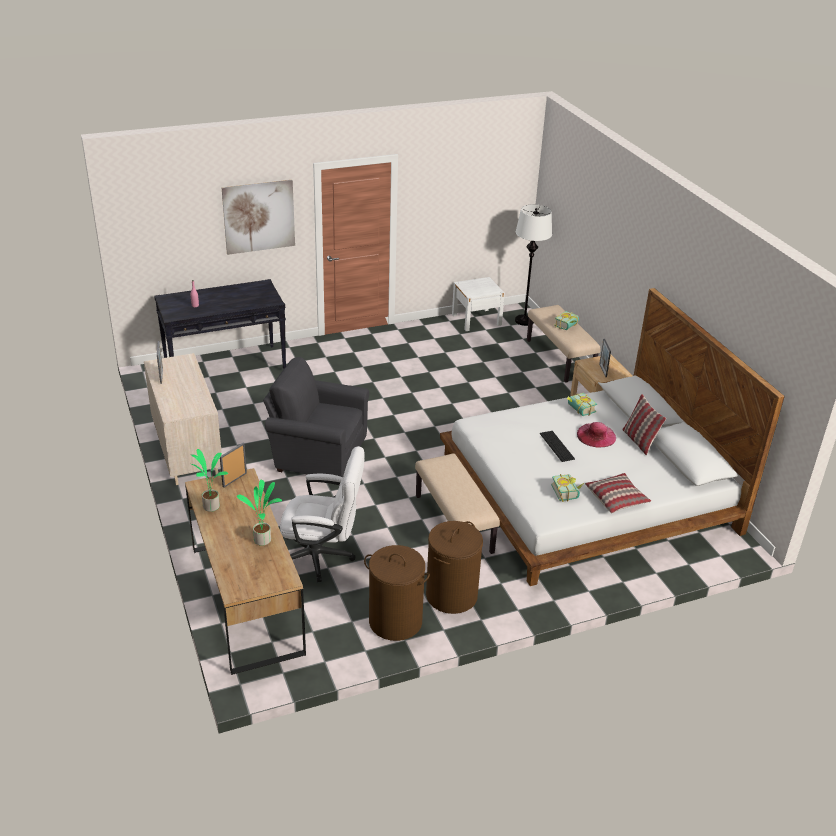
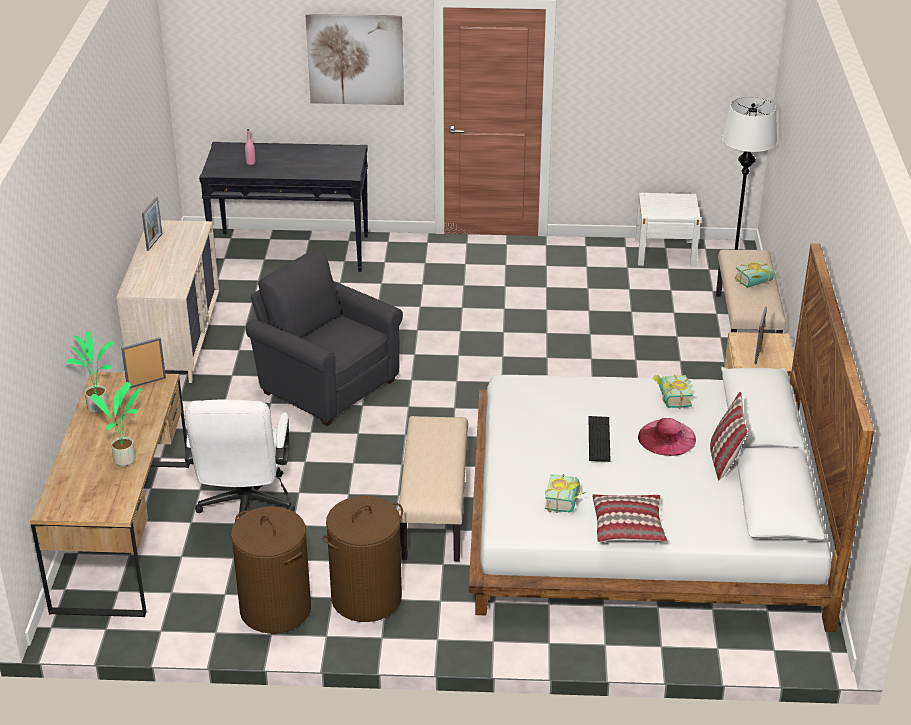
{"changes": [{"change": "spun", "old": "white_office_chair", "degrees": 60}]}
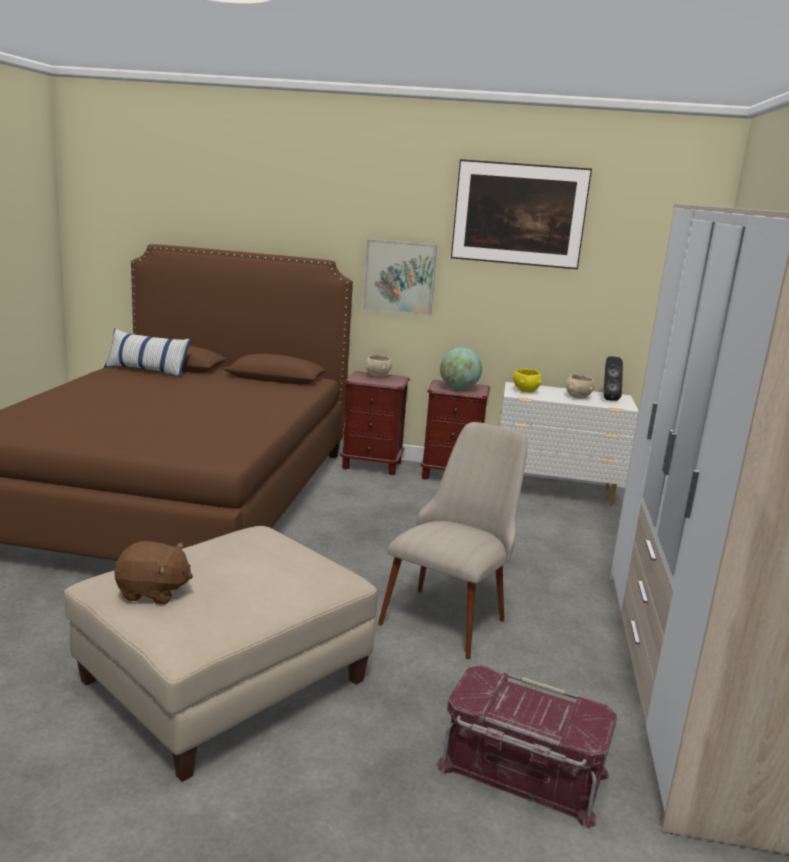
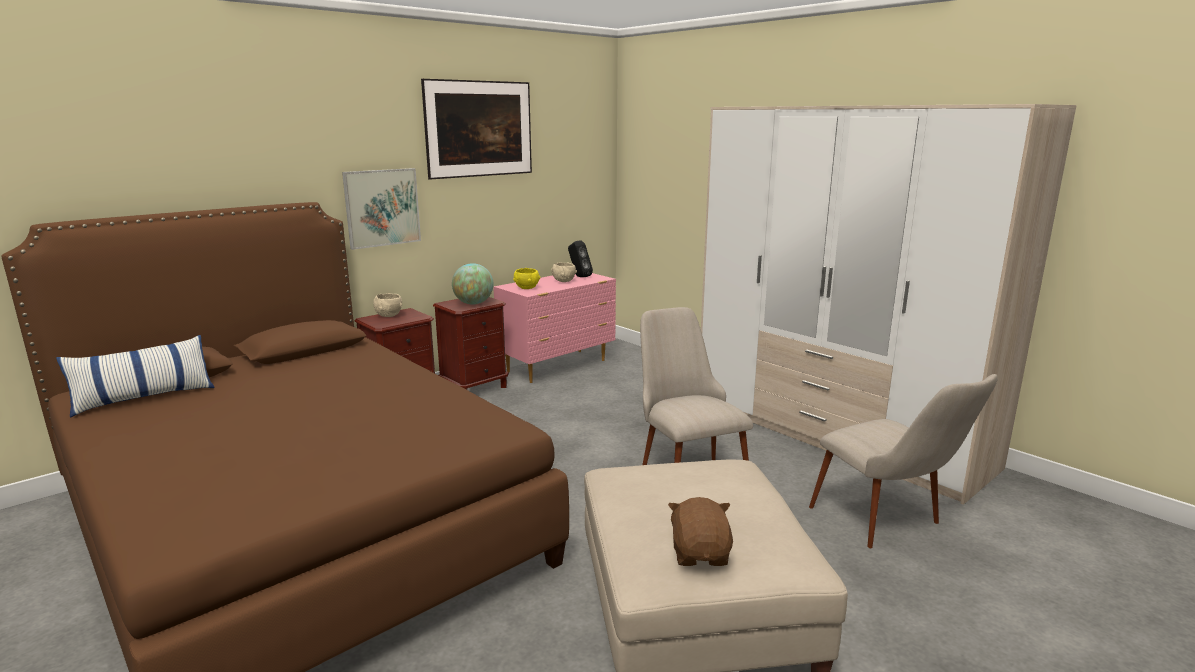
{"changes": [{"change": "colour", "old": "white_dresser", "new": "pink_dresser"}, {"change": "spun", "old": "brown_plush_toy", "degrees": -45}, {"change": "exchanged", "old": "red_storage_box", "new": "beige_chair (no. 2 from left)"}]}
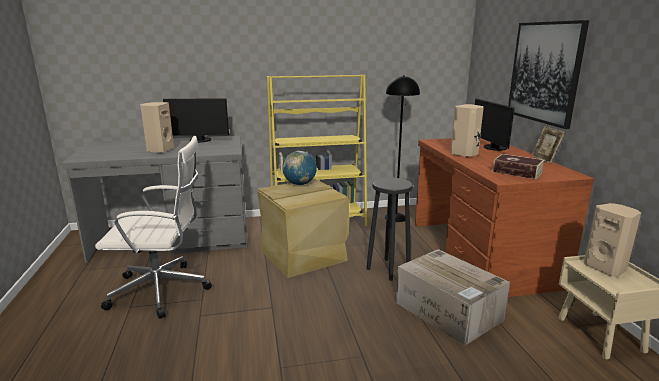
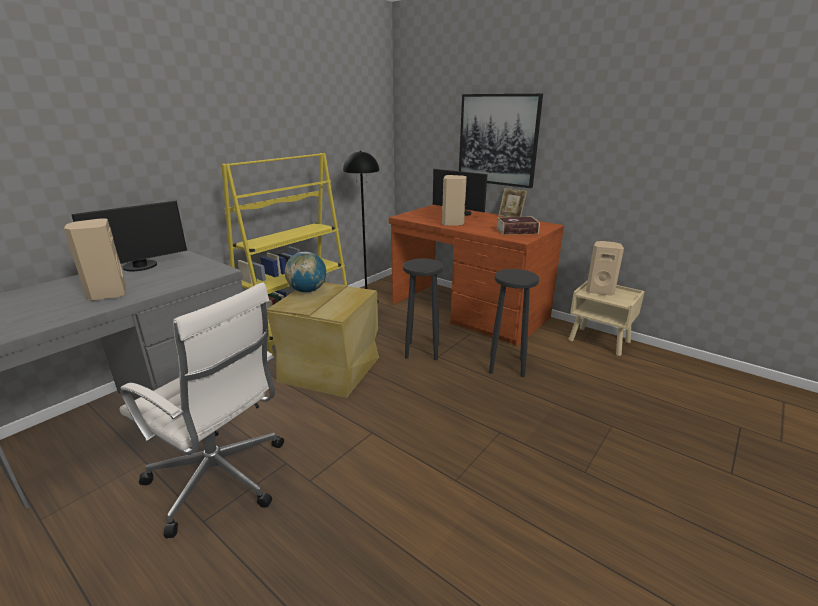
{"changes": [{"change": "spun", "old": "white_office_chair", "degrees": 75}, {"change": "exchanged", "old": "cardboard_box", "new": "black_stool (no. 2 from left)"}]}
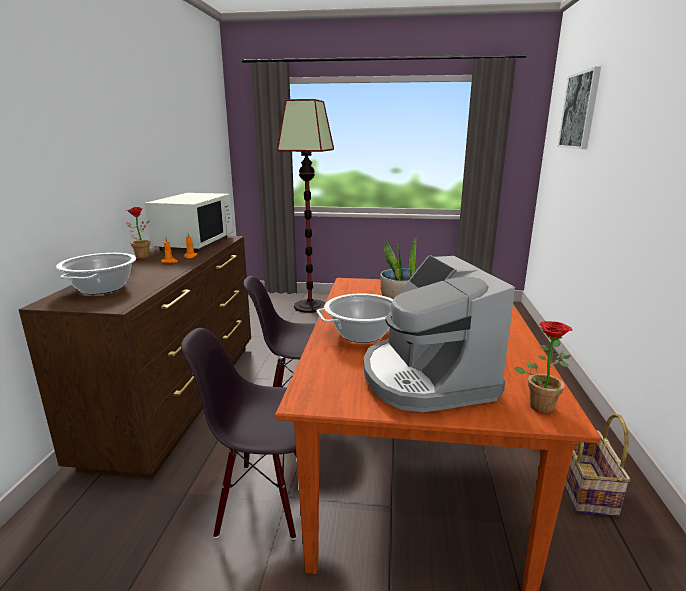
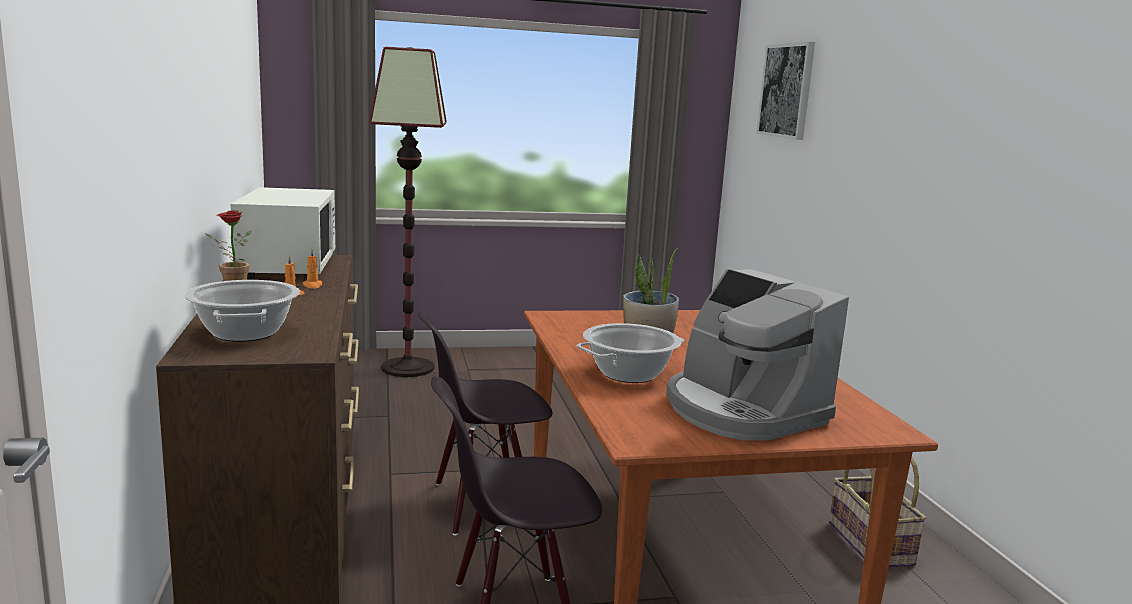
{"changes": [{"change": "missing", "old": "potted_plant (no. 3 from left)"}]}
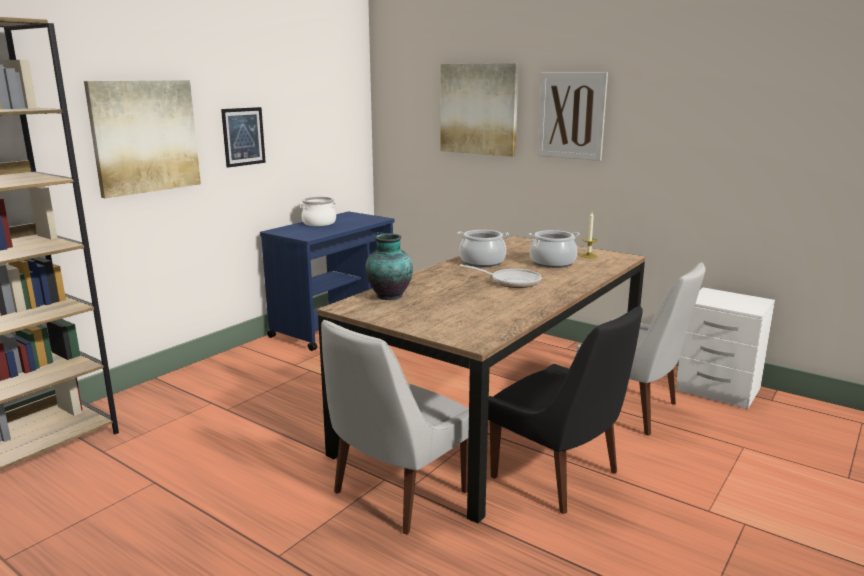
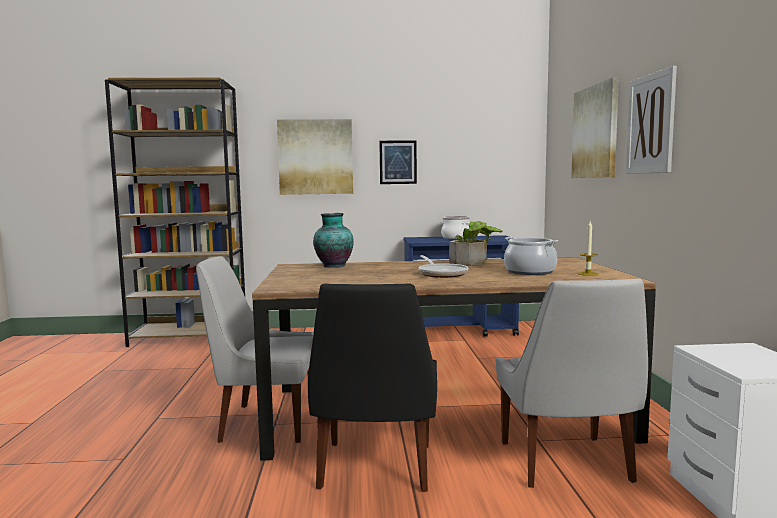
{"changes": [{"change": "exchanged", "old": "cooking_pot (no. 2 from left)", "new": "potted_plant"}]}
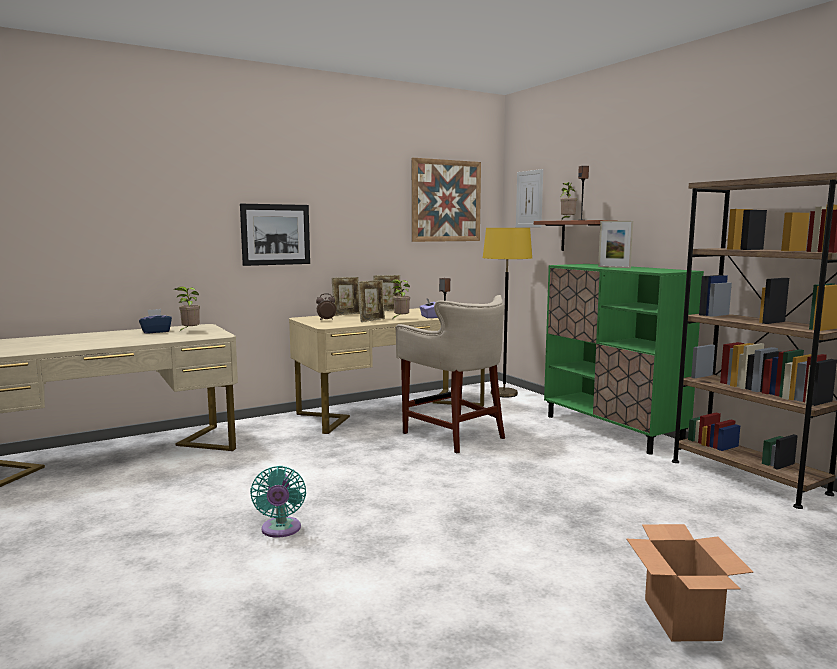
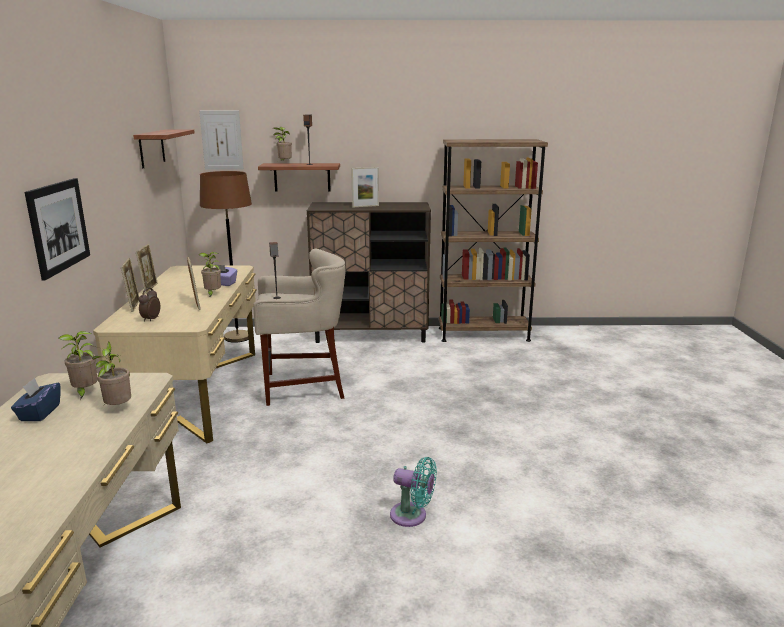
{"changes": [{"change": "exchanged", "old": "picture (no. 2 from left)", "new": "shelf (no. 1 from left)"}, {"change": "colour", "old": "yellow_floor_lamp", "new": "brown_floor_lamp"}, {"change": "colour", "old": "green_cabinet", "new": "brown_cabinet"}, {"change": "missing", "old": "cardboard_box"}, {"change": "appeared", "new": "potted_plant (no. 2 from left)"}]}
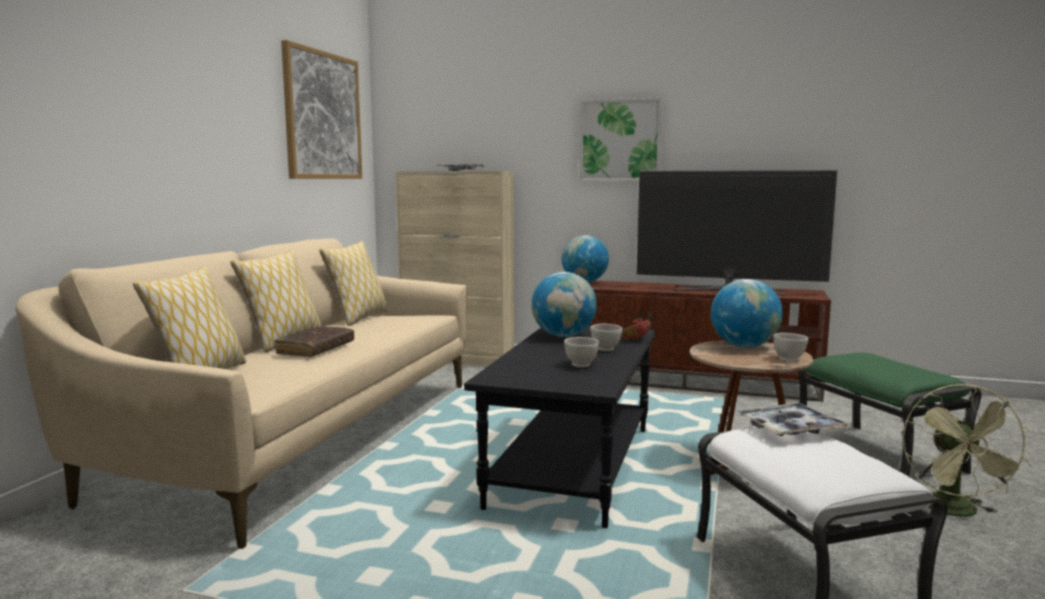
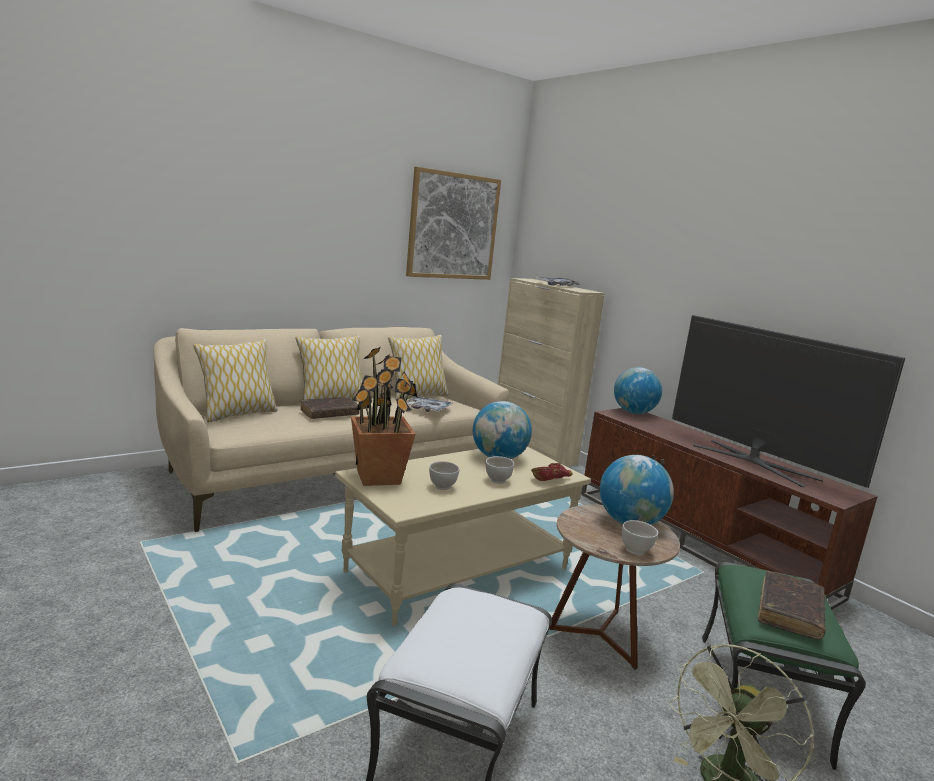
{"changes": [{"change": "missing", "old": "picture (no. 2 from left)"}, {"change": "colour", "old": "black_coffee_table", "new": "beige_coffee_table"}, {"change": "relocated", "old": "tray (no. 2 from left in the first image)", "new": "tray (no. 1 from left)"}, {"change": "appeared", "new": "potted_plant"}, {"change": "appeared", "new": "brown_book (no. 2 from left)"}]}
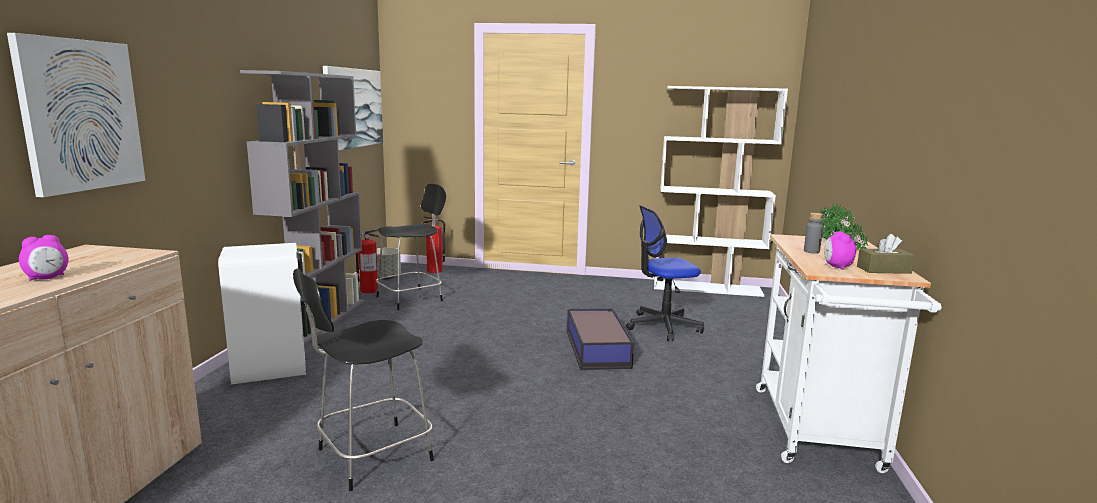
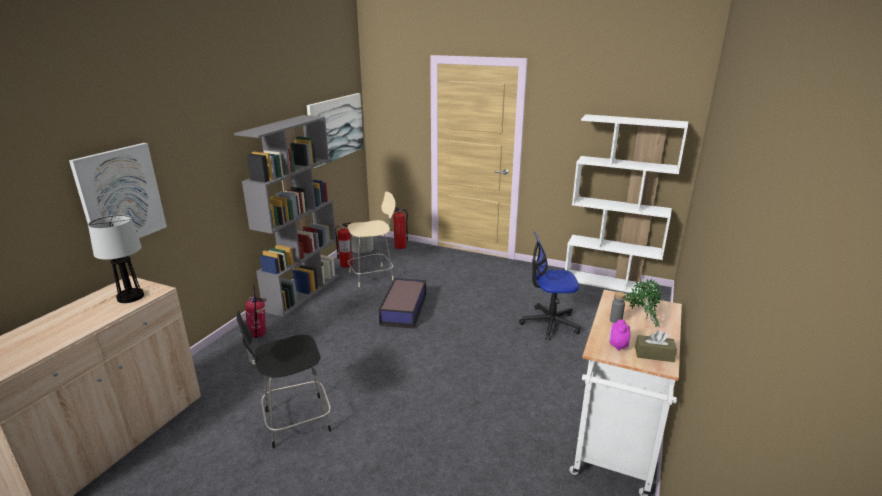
{"changes": [{"change": "colour", "old": "black_chair (no. 2 from left)", "new": "beige_chair"}, {"change": "missing", "old": "alarm_clock (no. 1 from left)"}, {"change": "exchanged", "old": "white_trash_can", "new": "fire_extinguisher (no. 1 from left)"}, {"change": "relocated", "old": "storage_box"}, {"change": "appeared", "new": "table_lamp"}]}
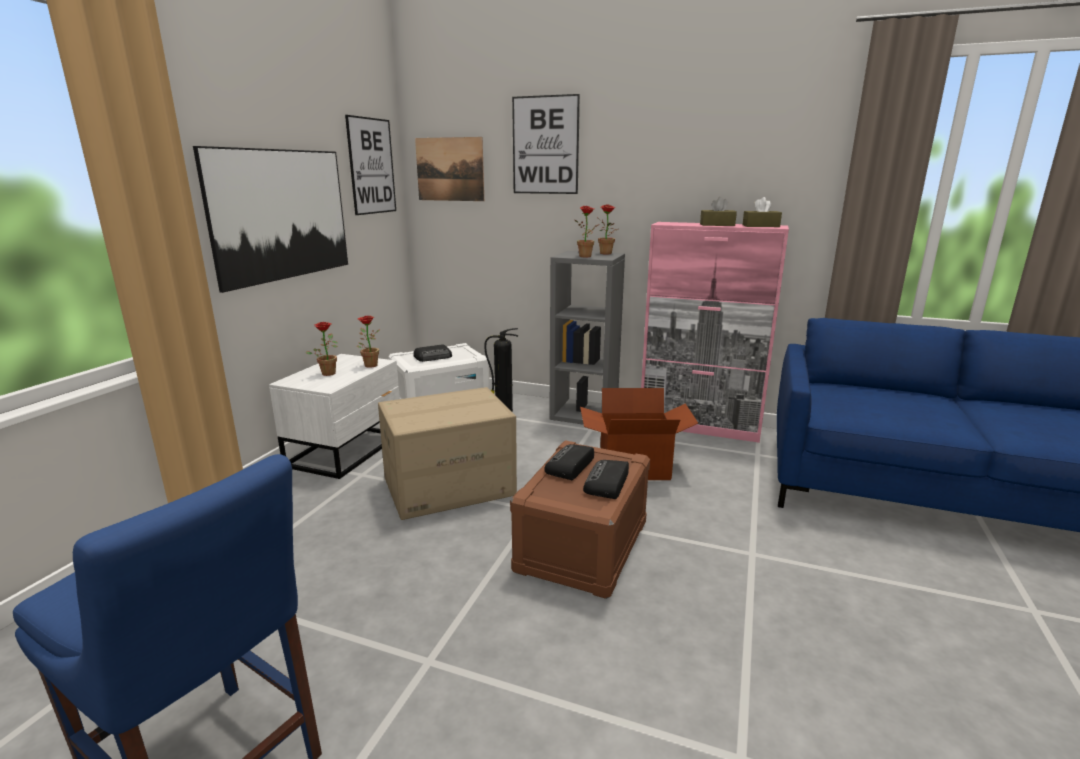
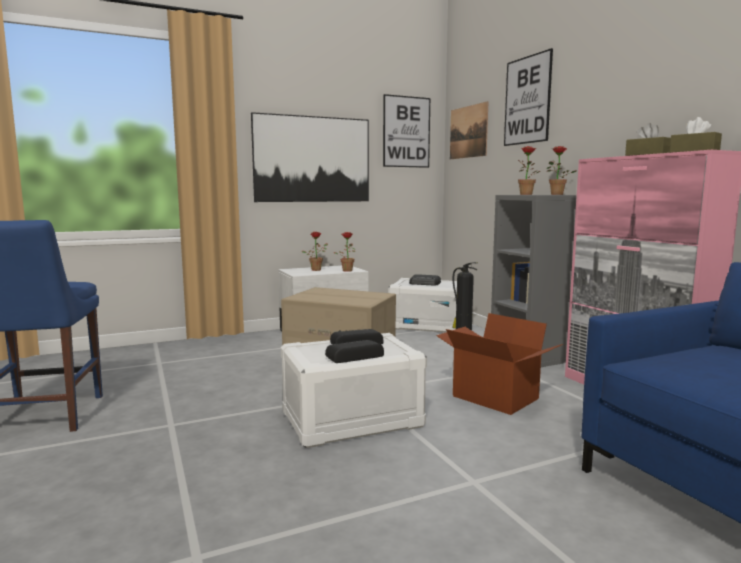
{"changes": [{"change": "colour", "old": "brown_storage_box", "new": "white_storage_box (no. 1 from left)"}]}
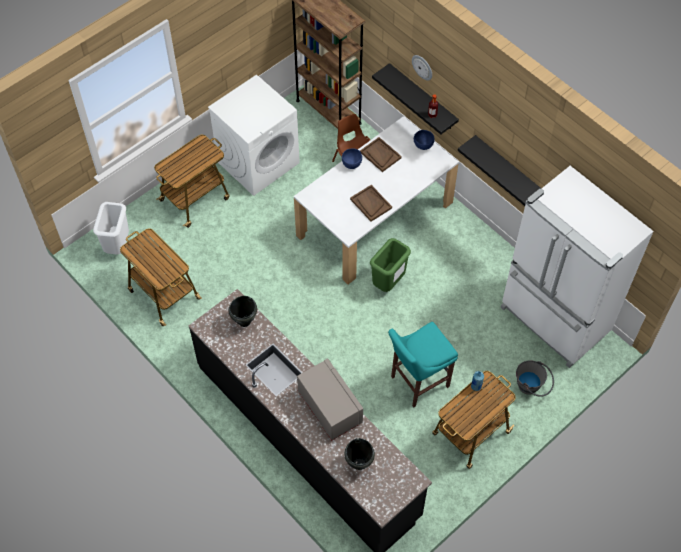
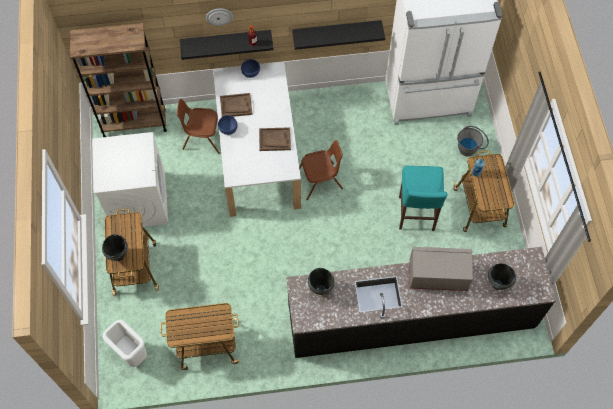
{"changes": [{"change": "exchanged", "old": "green_trash_can", "new": "brown_chair (no. 2 from left)"}, {"change": "appeared", "new": "black_cooking_pot (no. 1 from left)"}]}
